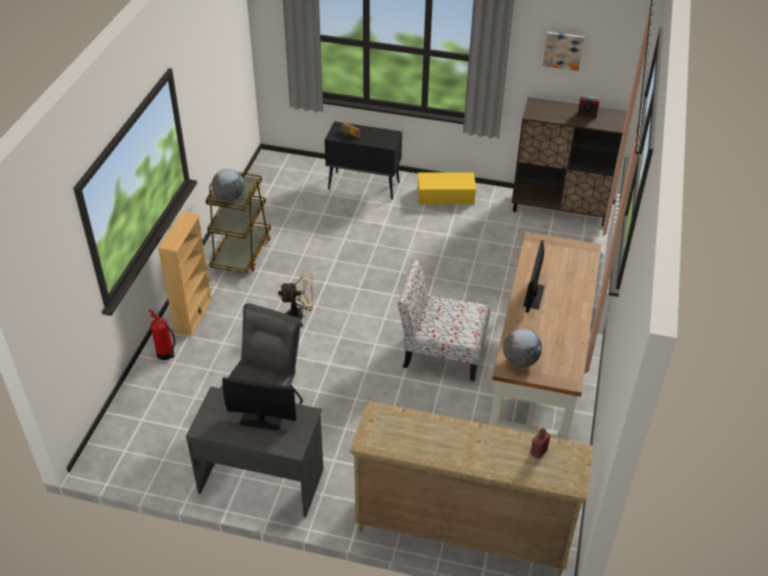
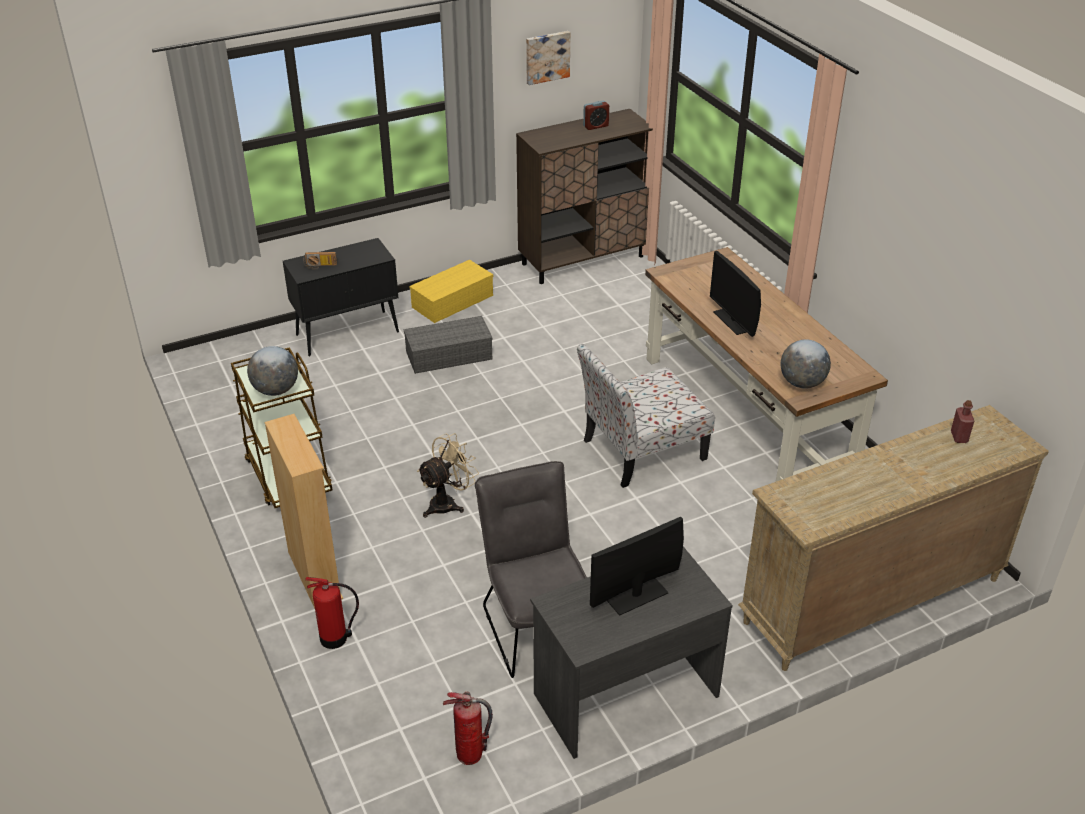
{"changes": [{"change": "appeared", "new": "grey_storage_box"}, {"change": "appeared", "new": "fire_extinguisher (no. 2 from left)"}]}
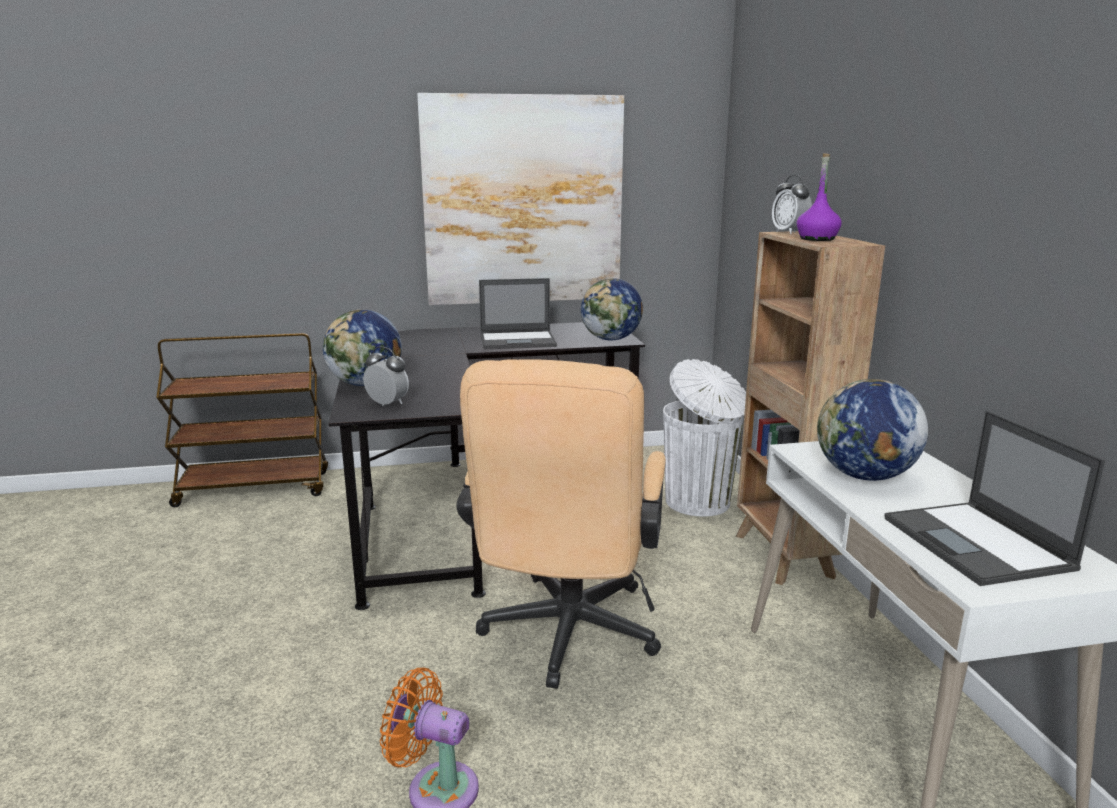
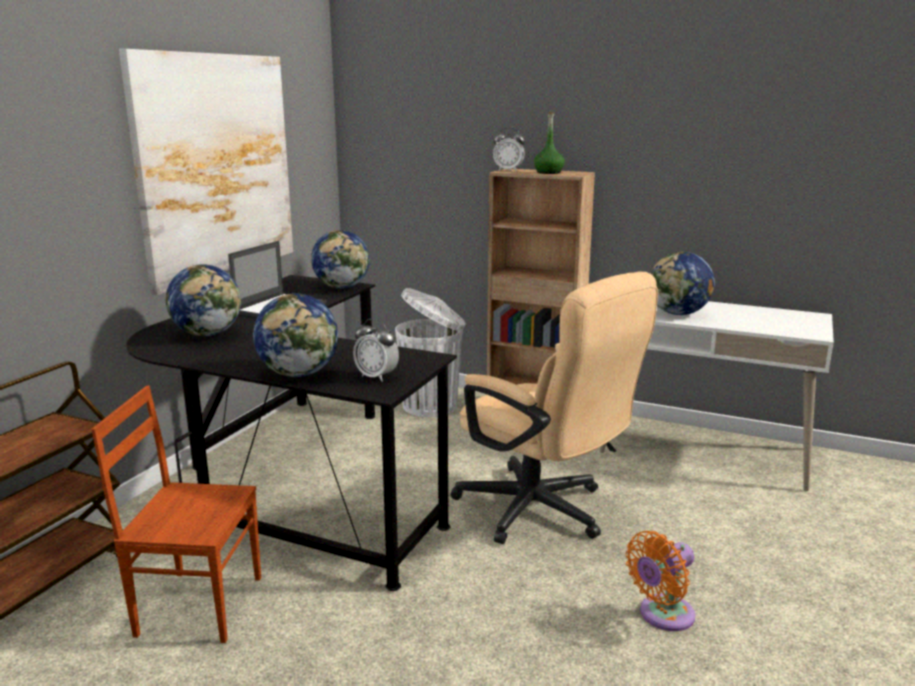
{"changes": [{"change": "colour", "old": "purple_bottle", "new": "green_bottle"}, {"change": "spun", "old": "alarm_clock (no. 1 from left)", "degrees": -120}, {"change": "missing", "old": "laptop (no. 2 from left)"}, {"change": "appeared", "new": "globe (no. 1 from left)"}, {"change": "appeared", "new": "brown_chair"}]}
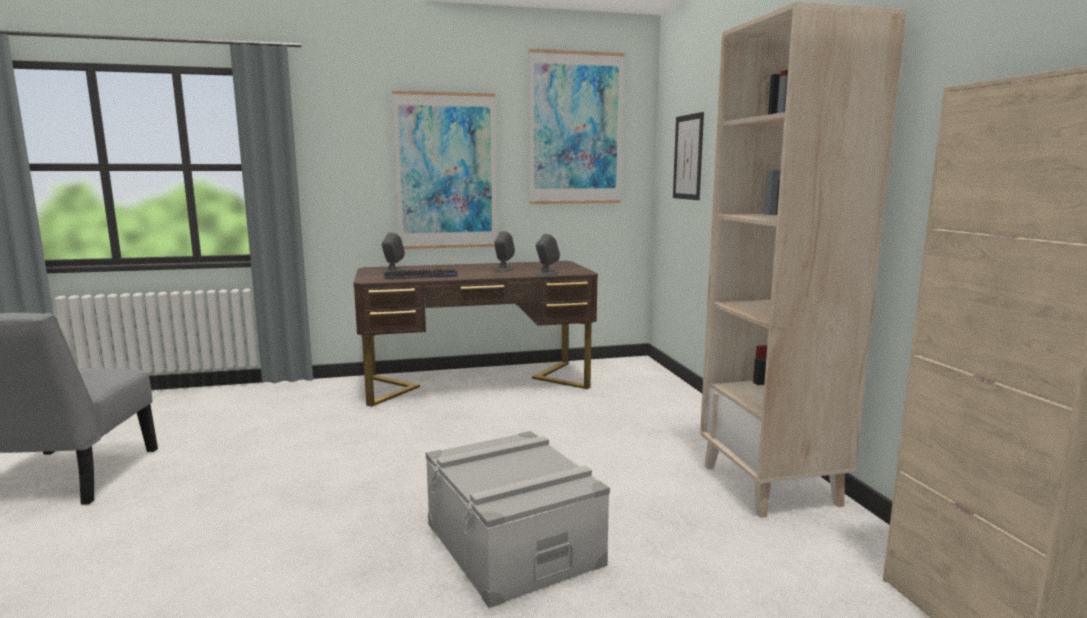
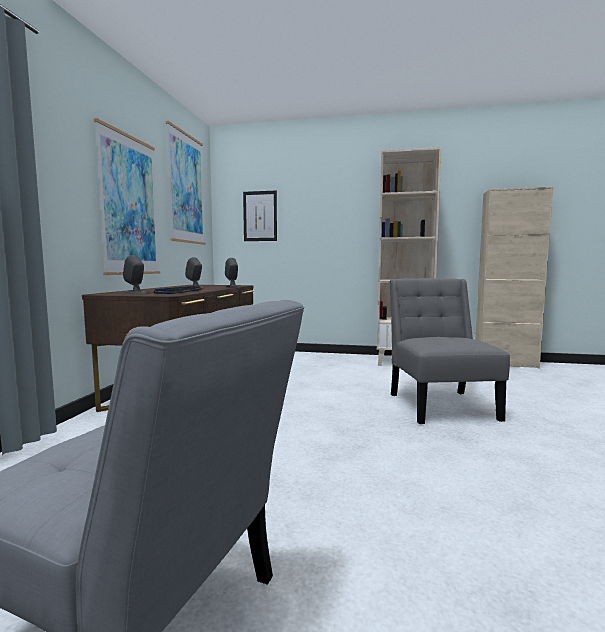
{"changes": [{"change": "exchanged", "old": "grey_storage_box", "new": "grey_chair (no. 2 from left)"}]}
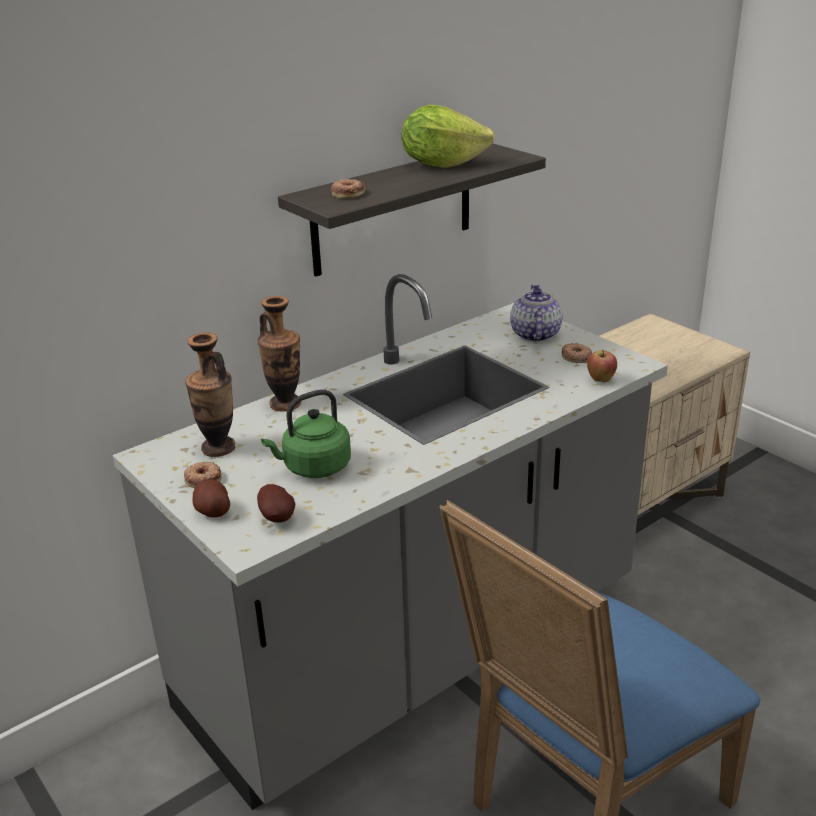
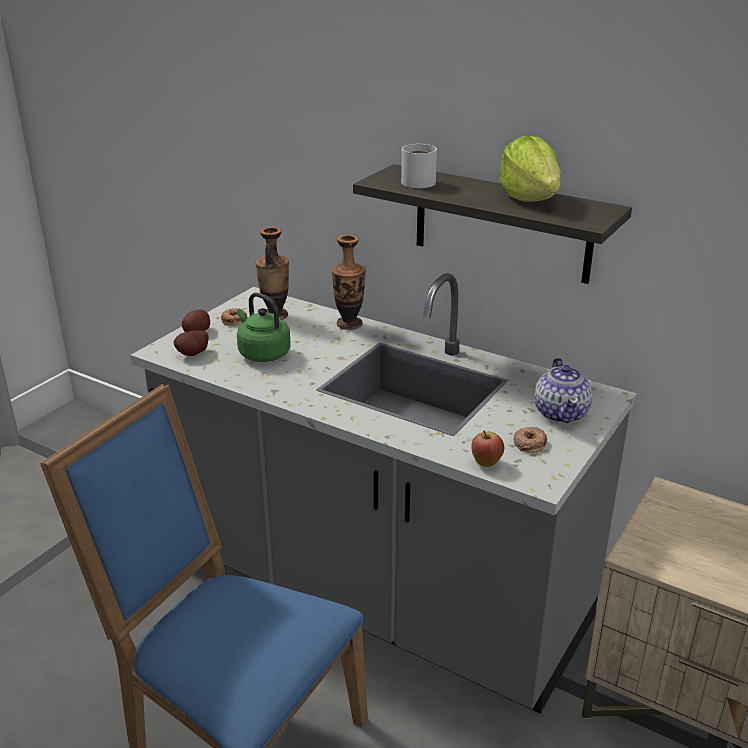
{"changes": [{"change": "exchanged", "old": "donut (no. 2 from left)", "new": "white_mug"}, {"change": "spun", "old": "teapot", "degrees": 105}]}
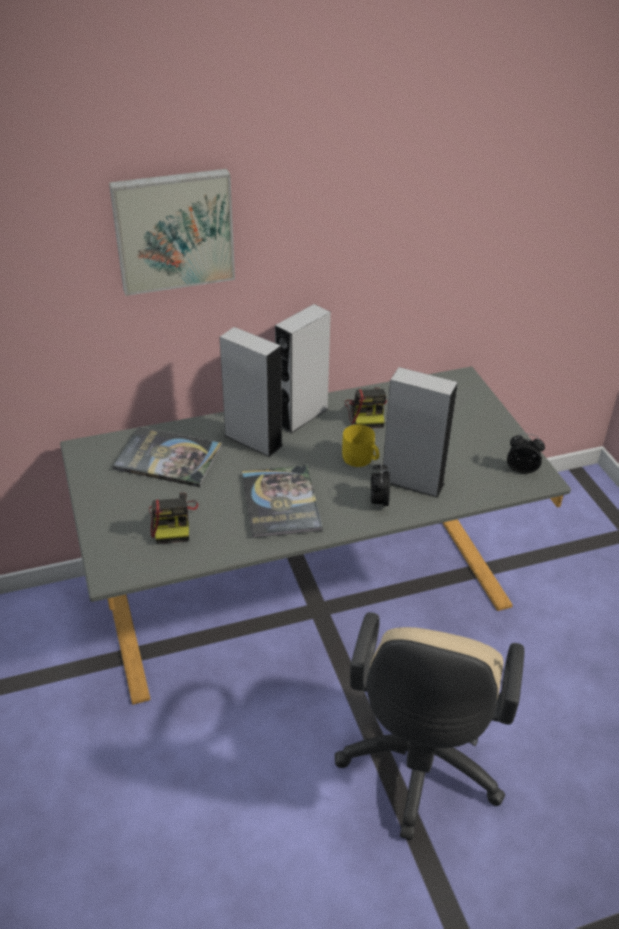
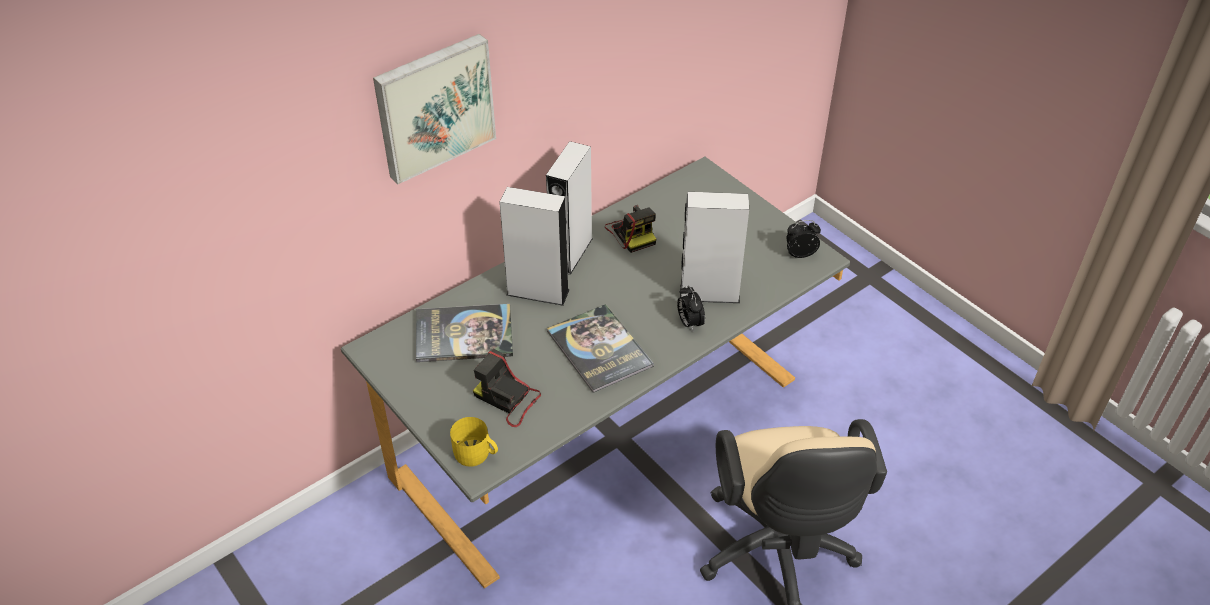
{"changes": [{"change": "relocated", "old": "yellow_mug"}, {"change": "spun", "old": "photo_camera (no. 1 from left)", "degrees": 150}]}
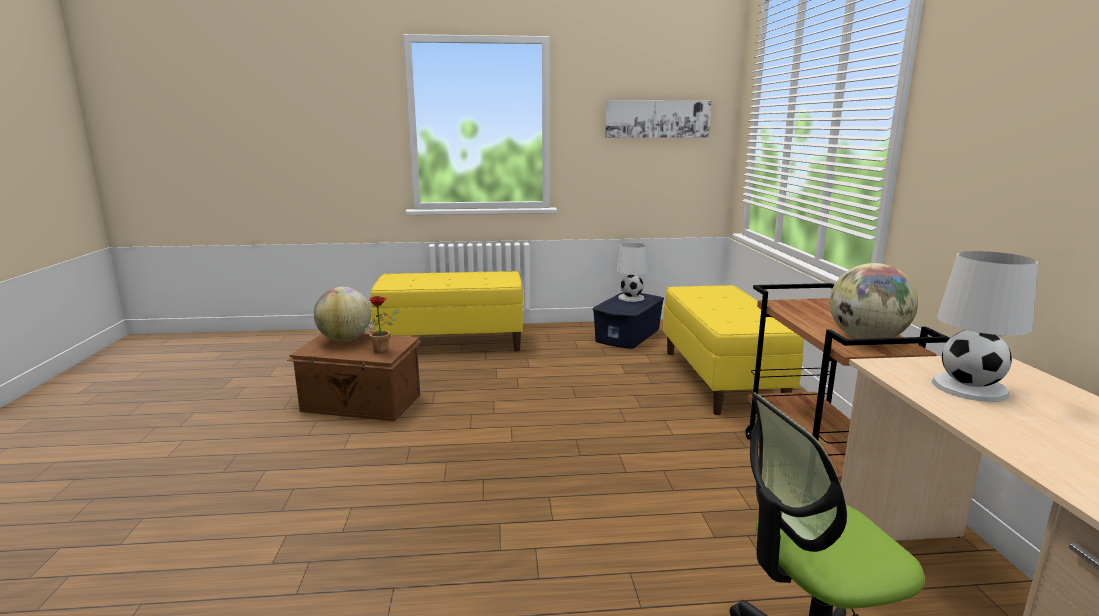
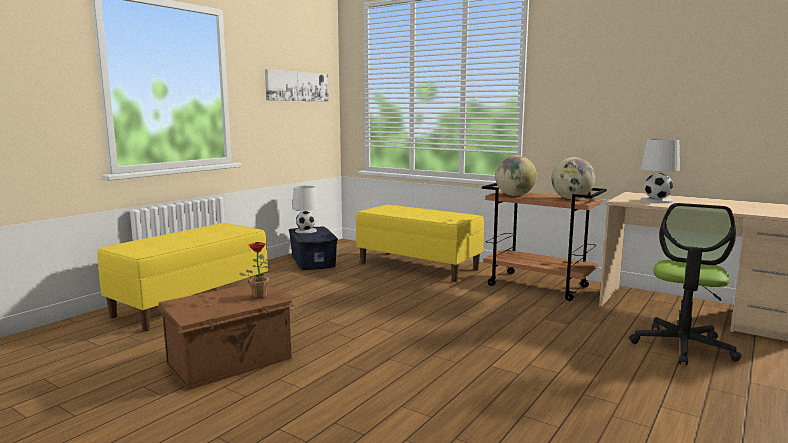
{"changes": [{"change": "relocated", "old": "globe (no. 1 from left)"}]}
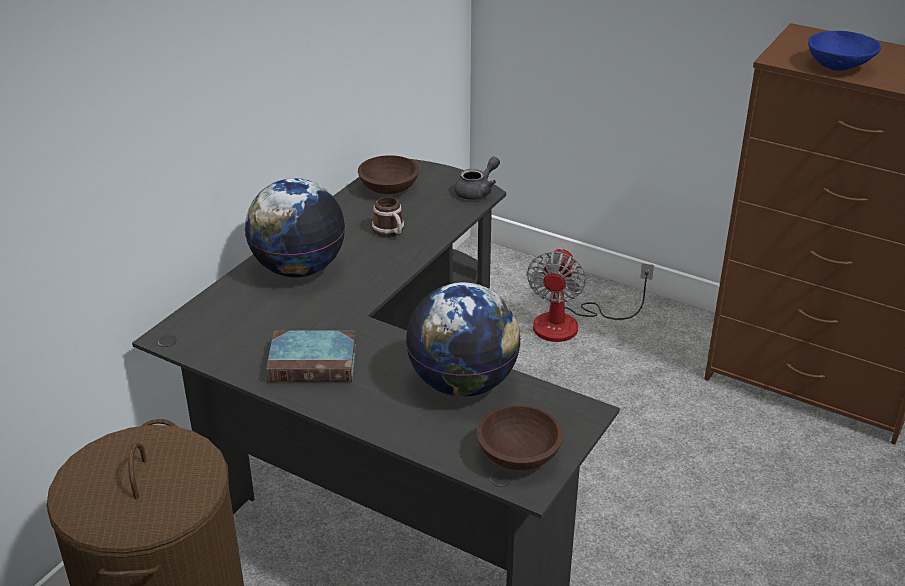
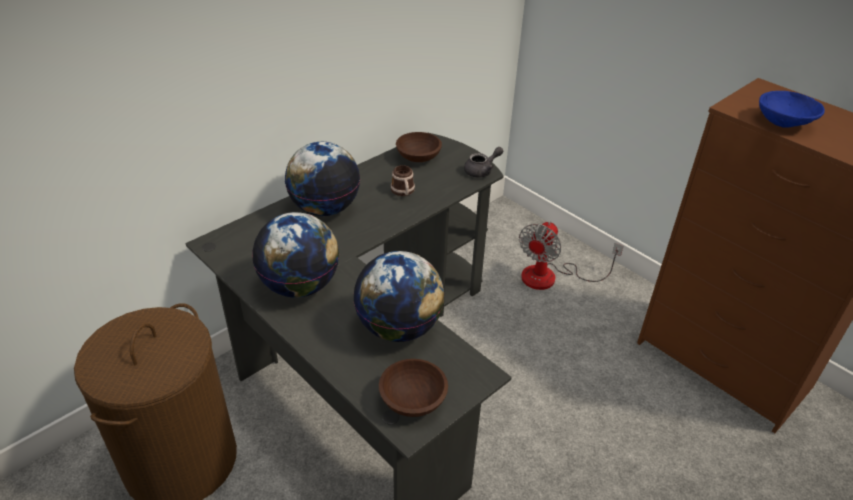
{"changes": [{"change": "exchanged", "old": "book", "new": "globe (no. 1 from left)"}]}
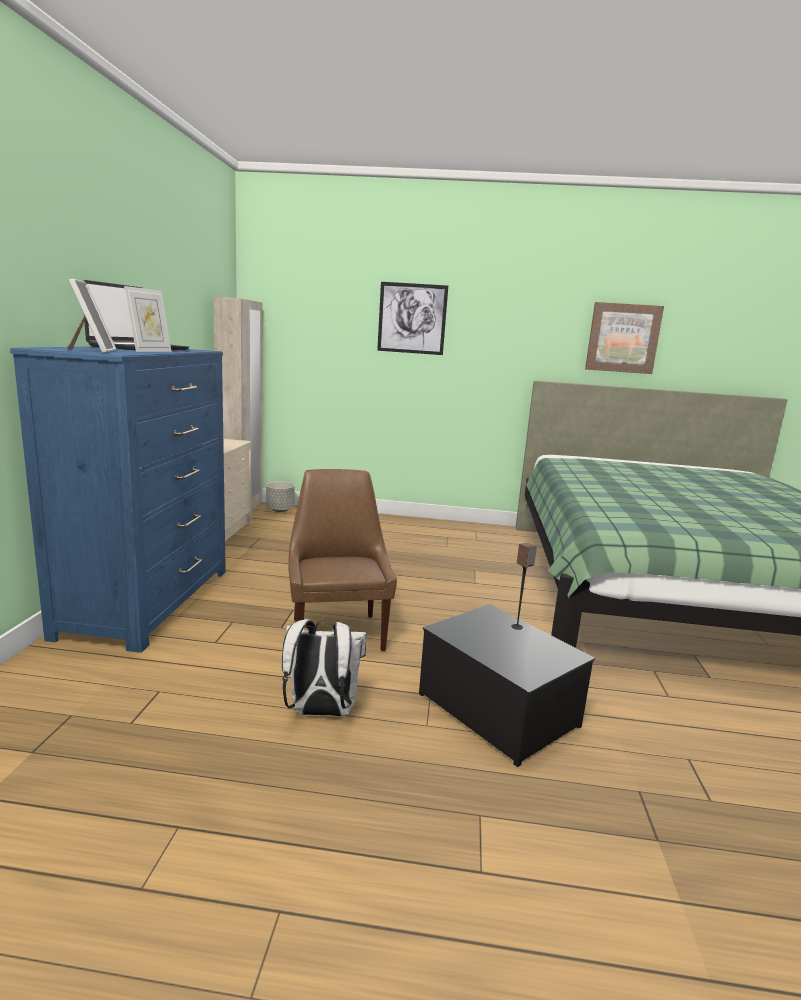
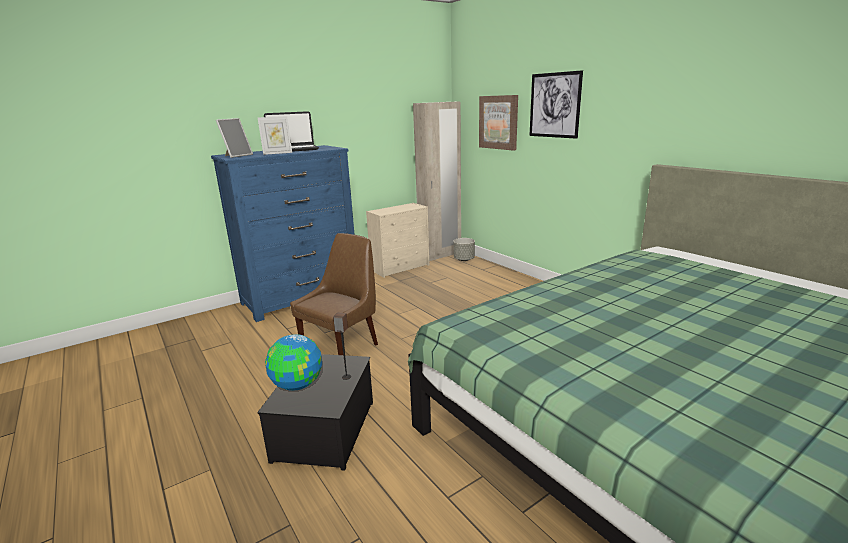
{"changes": [{"change": "relocated", "old": "picture (no. 2 from left in the first image)", "new": "picture (no. 1 from left)"}, {"change": "missing", "old": "white_backpack"}, {"change": "appeared", "new": "globe"}]}
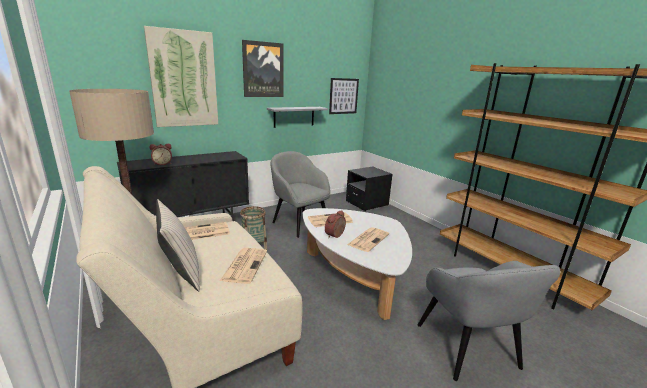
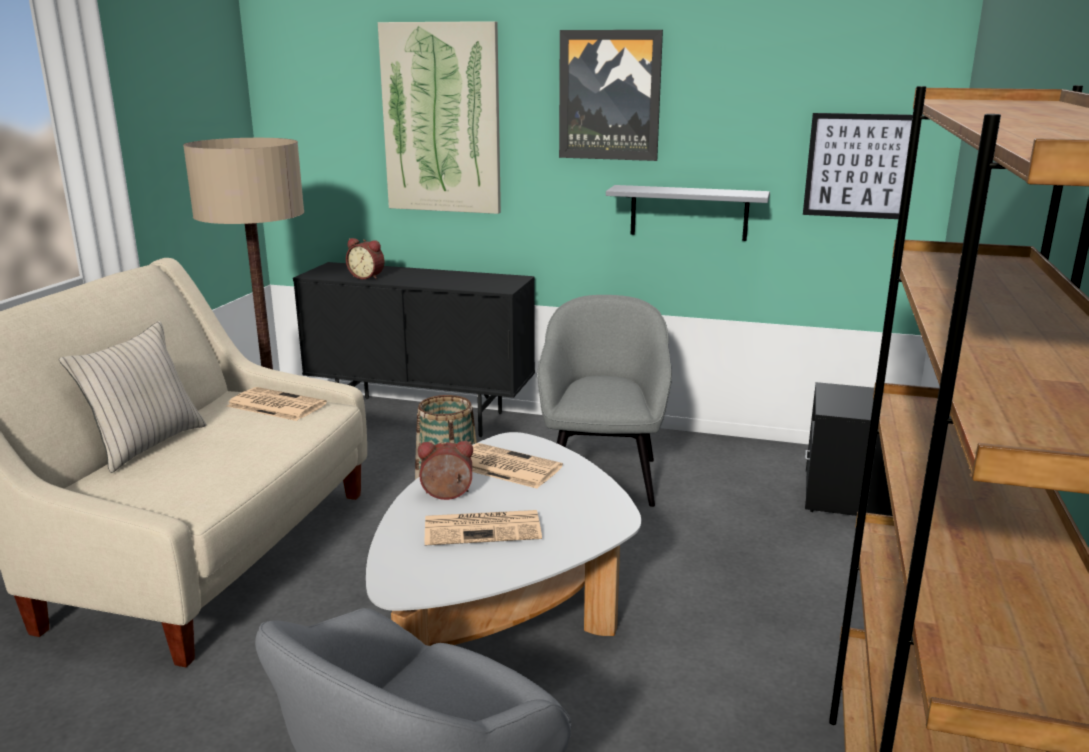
{"changes": [{"change": "missing", "old": "newspaper (no. 2 from left)"}]}
